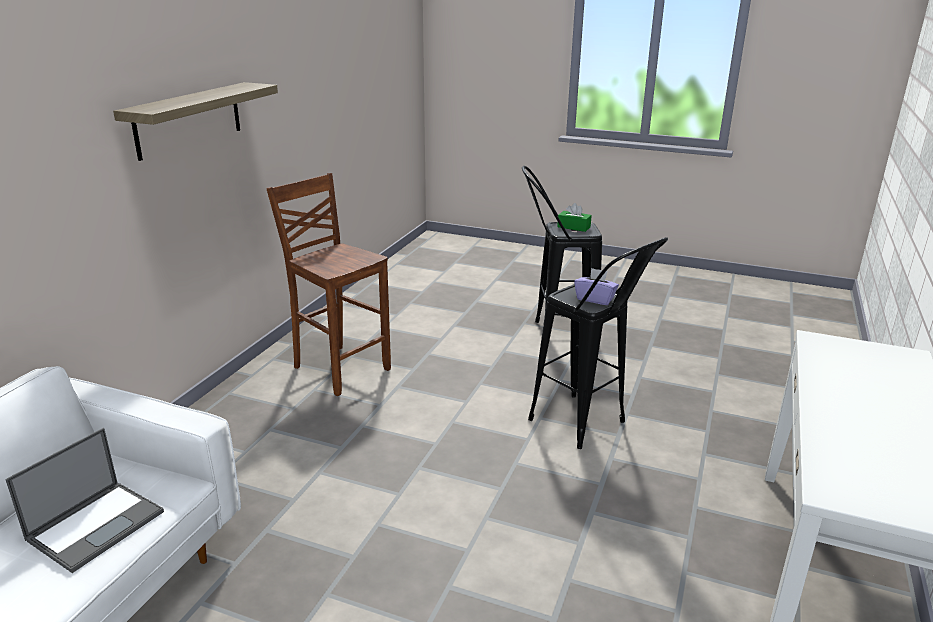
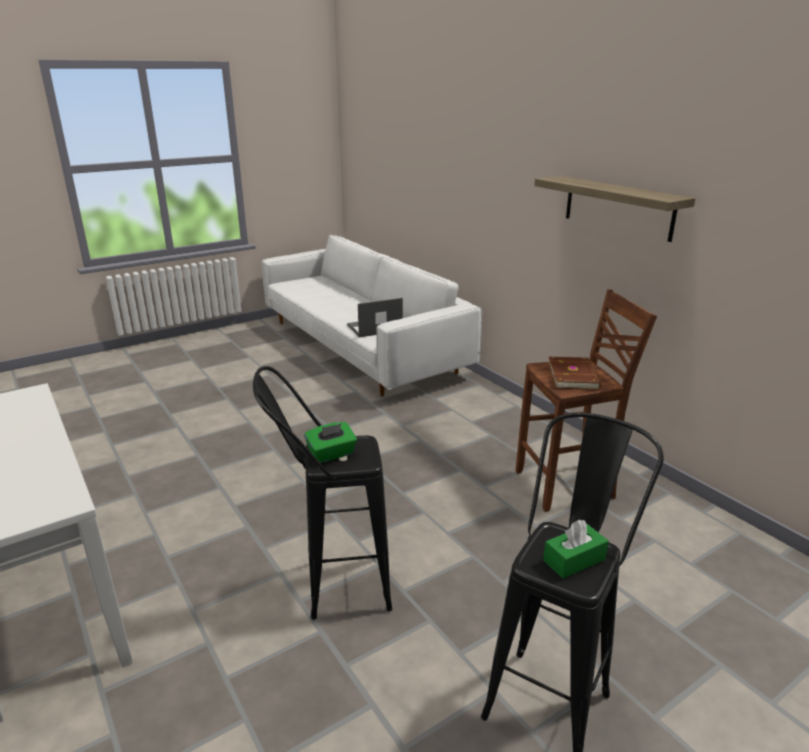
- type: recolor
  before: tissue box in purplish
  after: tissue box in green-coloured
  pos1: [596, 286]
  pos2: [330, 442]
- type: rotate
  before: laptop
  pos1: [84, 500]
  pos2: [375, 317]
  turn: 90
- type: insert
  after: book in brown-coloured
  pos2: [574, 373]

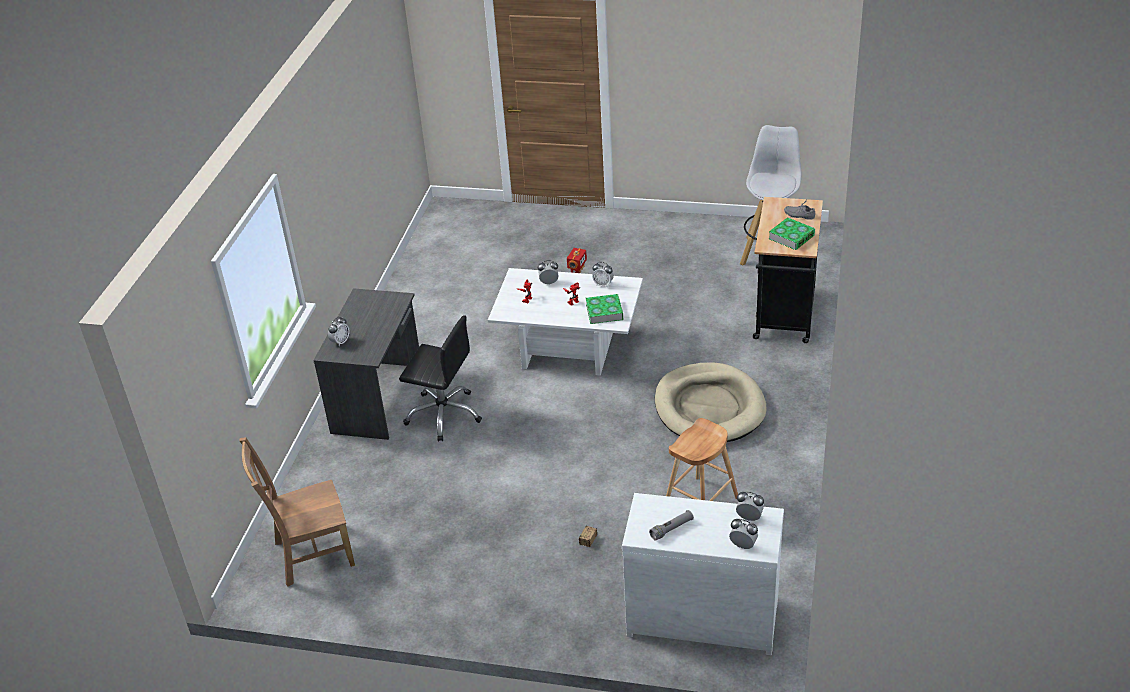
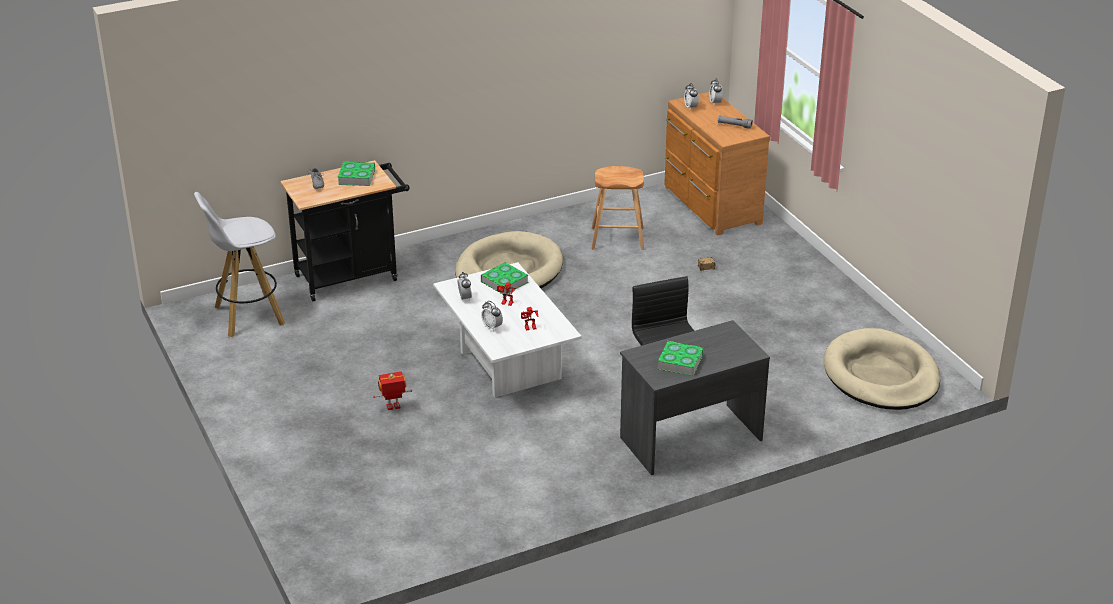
- type: insert
  after: book
  pos2: [680, 358]
- type: recolor
  before: dresser in white-coloured
  after: dresser in brown-coloured
  pos1: [703, 574]
  pos2: [717, 164]
- type: replace
  before: chair in brown-coloured
  after: dog bed in beige
  pos1: [297, 512]
  pos2: [882, 369]
- type: delete
  before: alarm clock
  pos1: [338, 332]

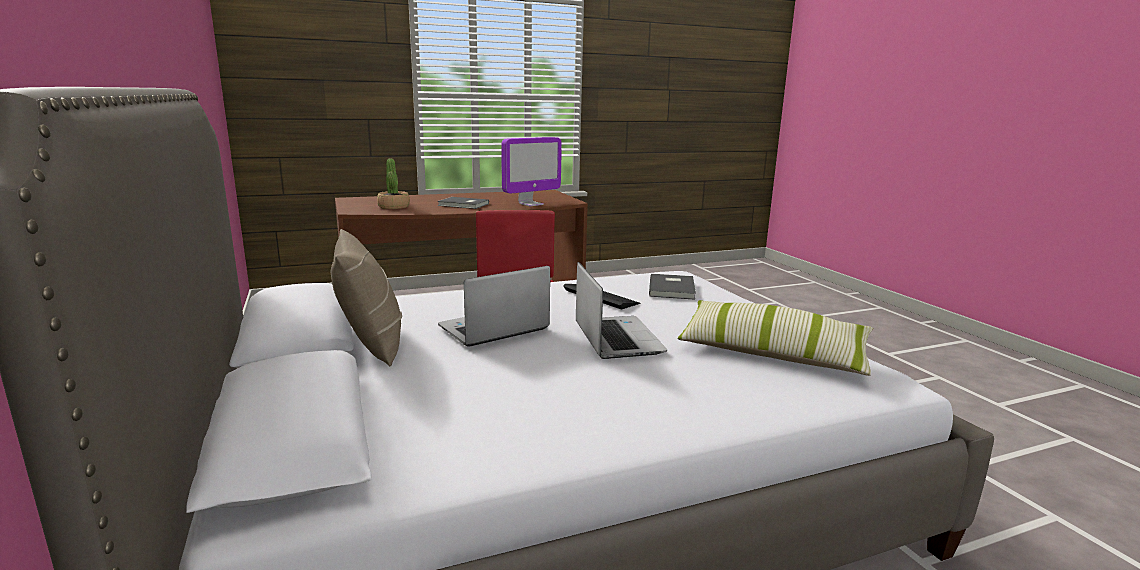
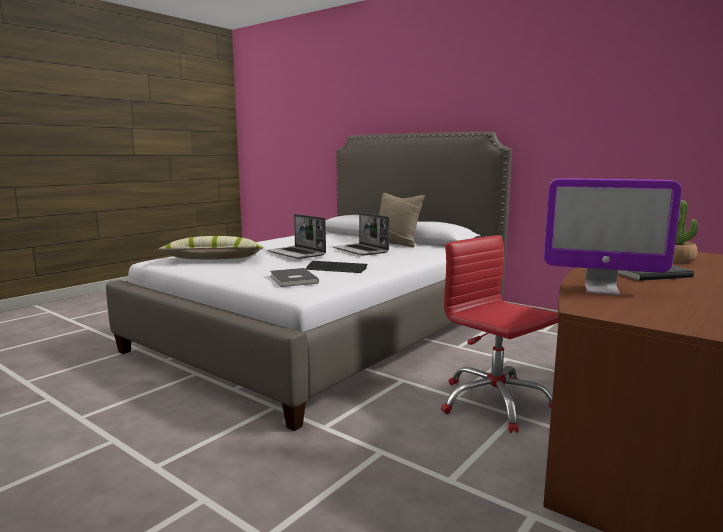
- type: rotate
  before: laptop
  pos1: [494, 306]
  pos2: [361, 234]
  turn: 120
- type: rotate
  before: monitor
  pos1: [531, 171]
  pos2: [613, 236]
  turn: -90

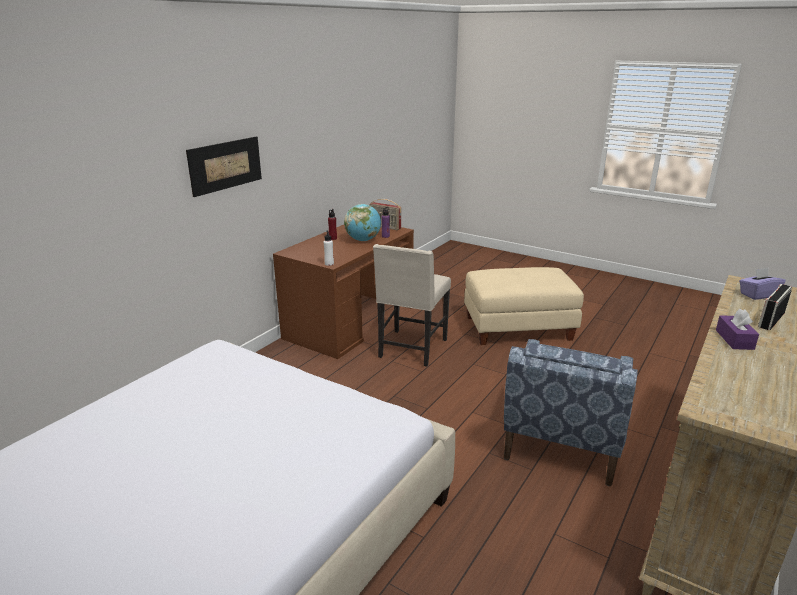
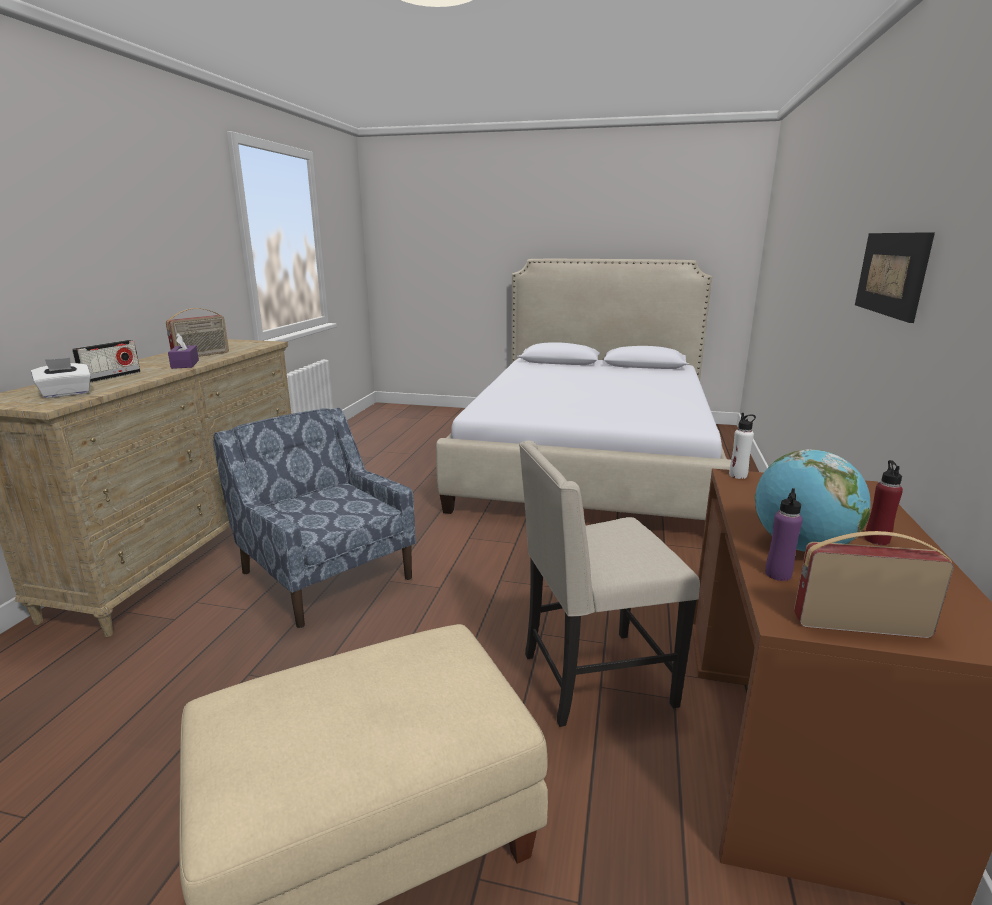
- type: recolor
  before: tissue box in purplish
  after: tissue box in white-coloured
  pos1: [762, 284]
  pos2: [61, 378]
- type: insert
  after: radio set
  pos2: [197, 332]
- type: rotate
  before: lounge chair in bluish
  pos1: [571, 412]
  pos2: [314, 518]
  turn: -45
- type: rotate
  before: chair in beige
  pos1: [412, 305]
  pos2: [609, 584]
  turn: -105

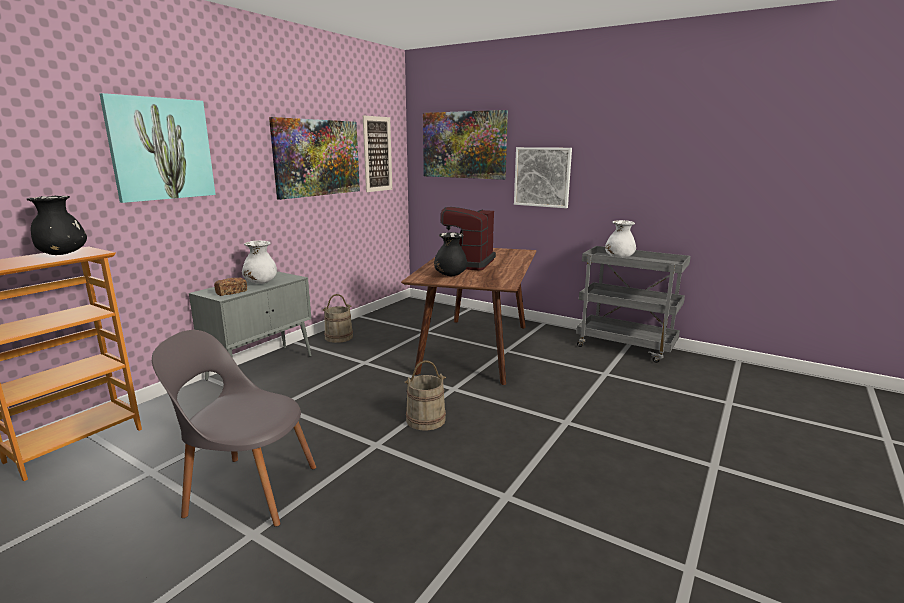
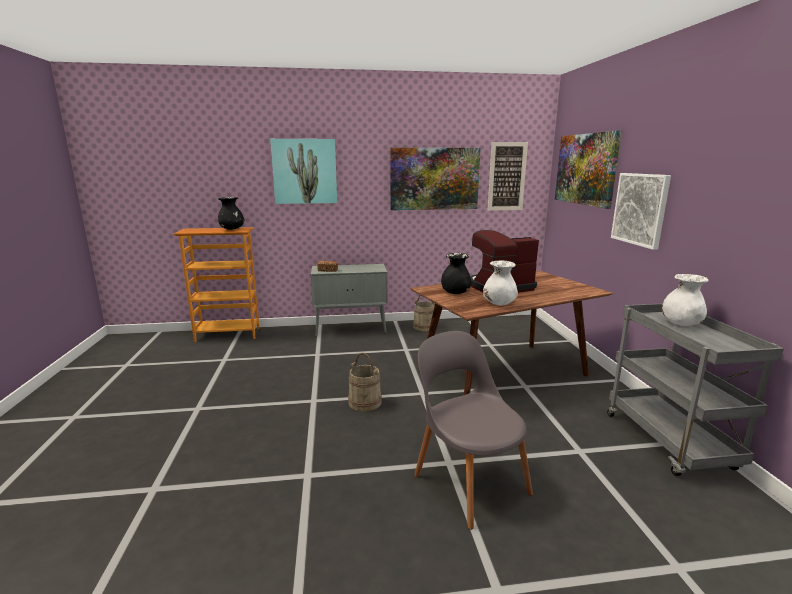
- type: move
  before: chair in greyish
  pos1: [234, 428]
  pos2: [473, 430]
- type: move
  before: vase in white-coloured
  pos1: [259, 262]
  pos2: [500, 282]

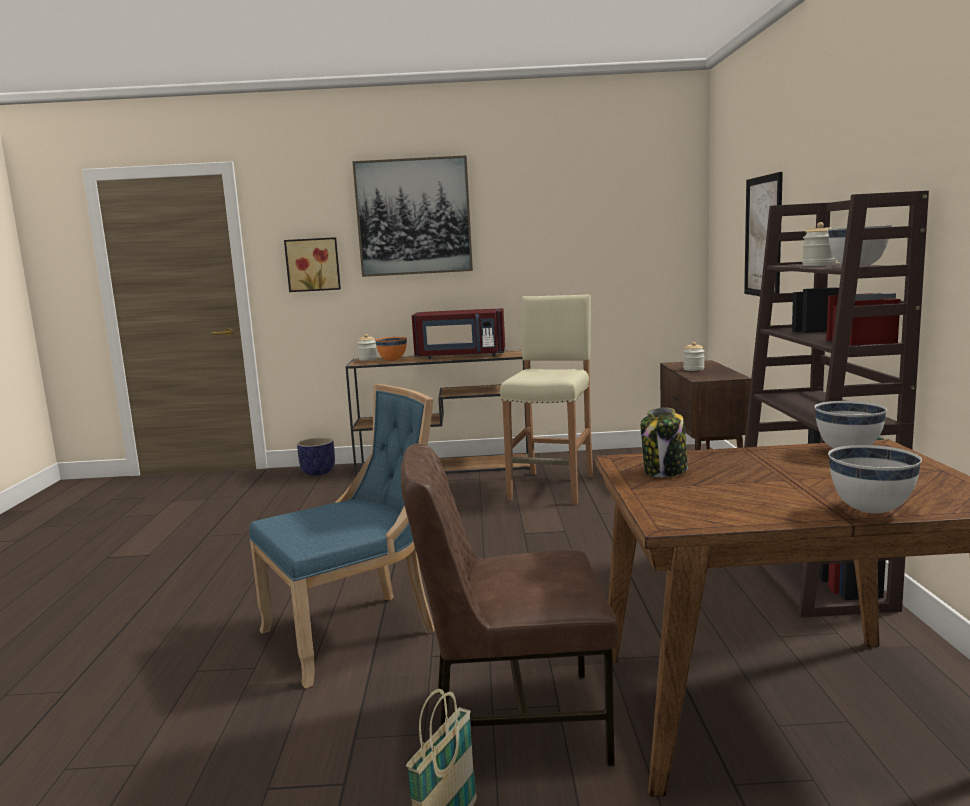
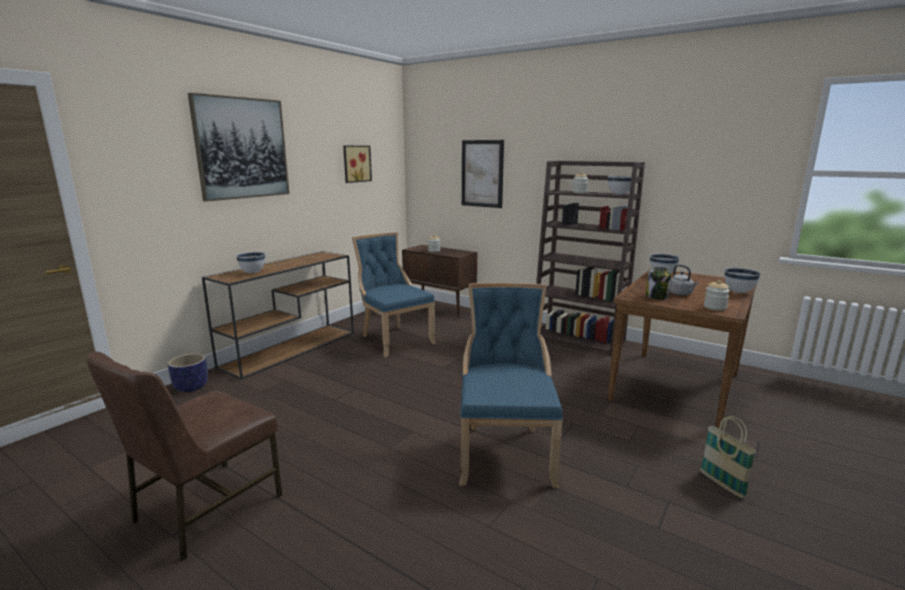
- type: move
  before: chair in brown-coloured
  pos1: [510, 605]
  pos2: [184, 456]
- type: recolor
  before: serving bowl in orangey
  after: serving bowl in white-coloured
  pos1: [391, 349]
  pos2: [250, 262]
- type: move
  before: wall picture
  pos1: [312, 264]
  pos2: [357, 164]
- type: replace
  before: stool in beige
  after: chair in bluish
  pos1: [546, 399]
  pos2: [394, 295]
- type: insert
  after: water kettle in greyish
  pos2: [683, 280]
- type: move
  before: storage jar
  pos1: [367, 347]
  pos2: [717, 295]
- type: delete
  before: microwave oven in reddish
  pos1: [458, 333]

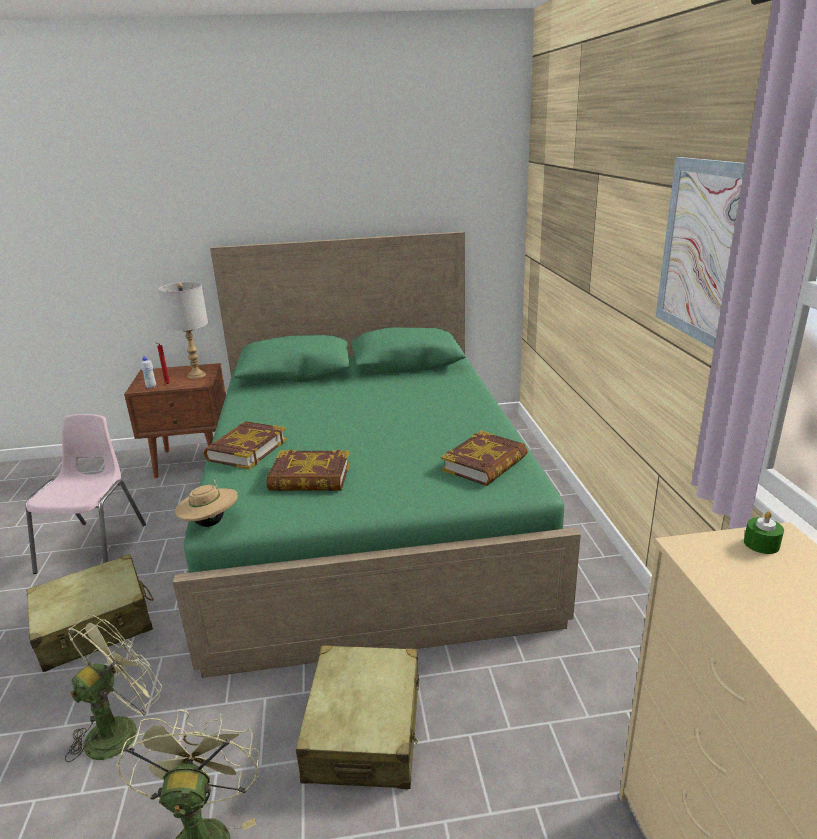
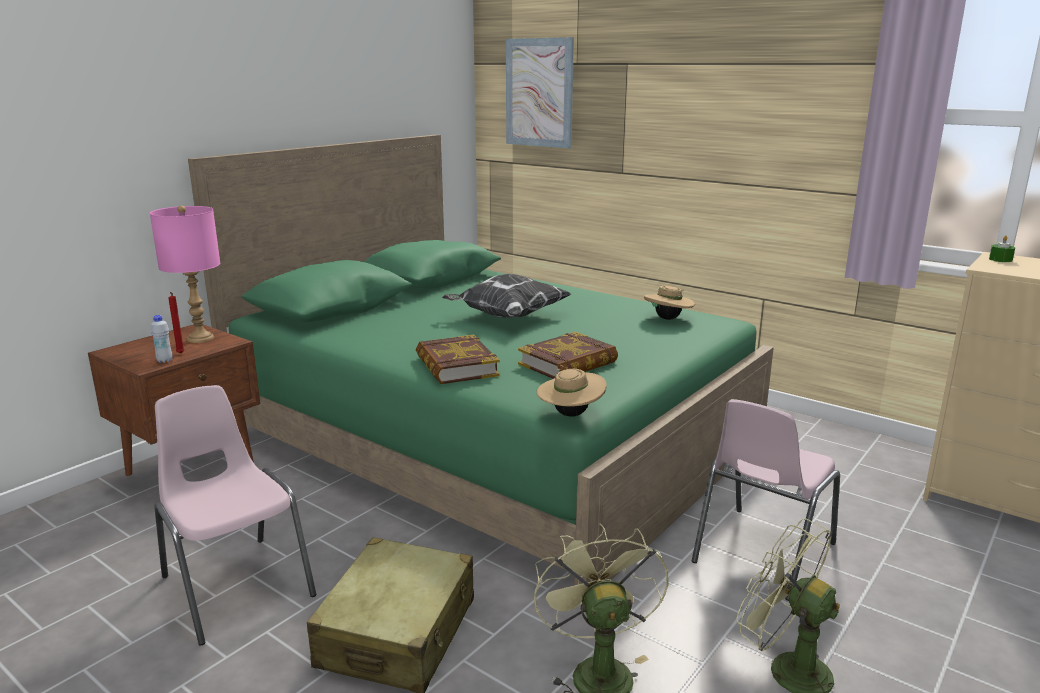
- type: recolor
  before: lamp for a table in greyish
  after: lamp for a table in pinkish
  pos1: [183, 330]
  pos2: [185, 274]
- type: insert
  after: pillow
  pos2: [506, 296]
- type: move
  before: wall picture
  pos1: [700, 253]
  pos2: [540, 93]
- type: replace
  before: book
  after: wearable hat in beige
  pos1: [484, 458]
  pos2: [669, 303]
- type: replace
  before: travel case in beige
  after: chair in pinkish
  pos1: [357, 717]
  pos2: [766, 500]

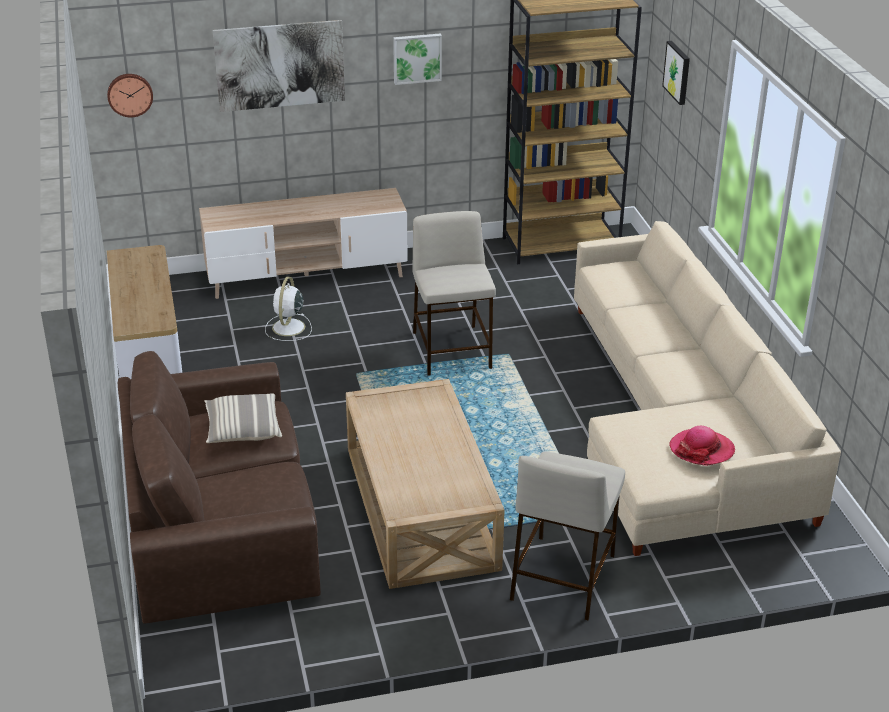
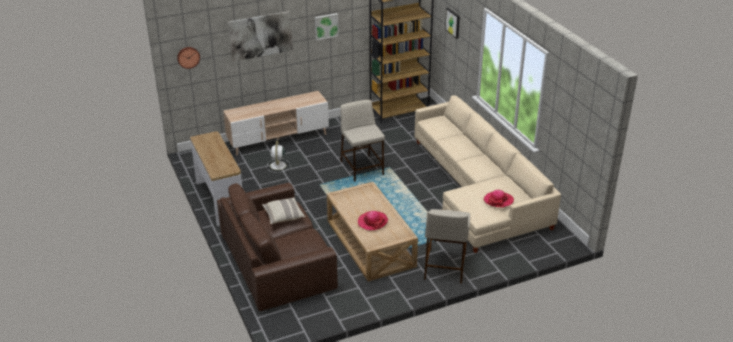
- type: insert
  after: wearable hat
  pos2: [373, 221]

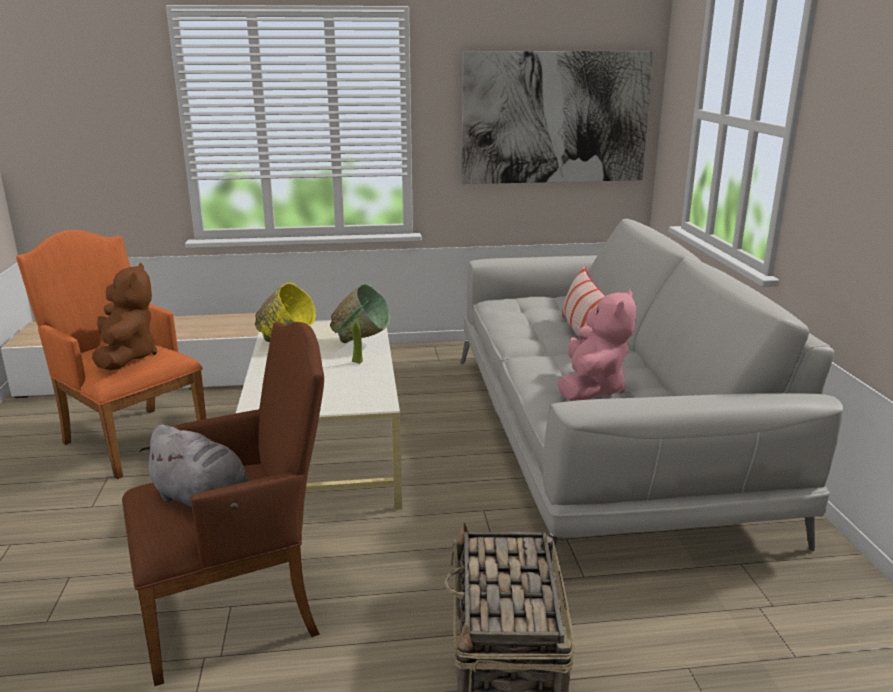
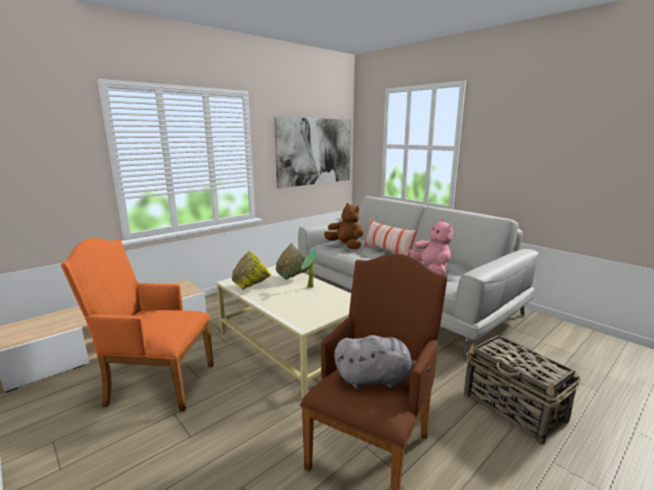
- type: move
  before: soft toy in brown-coloured
  pos1: [124, 316]
  pos2: [344, 226]

